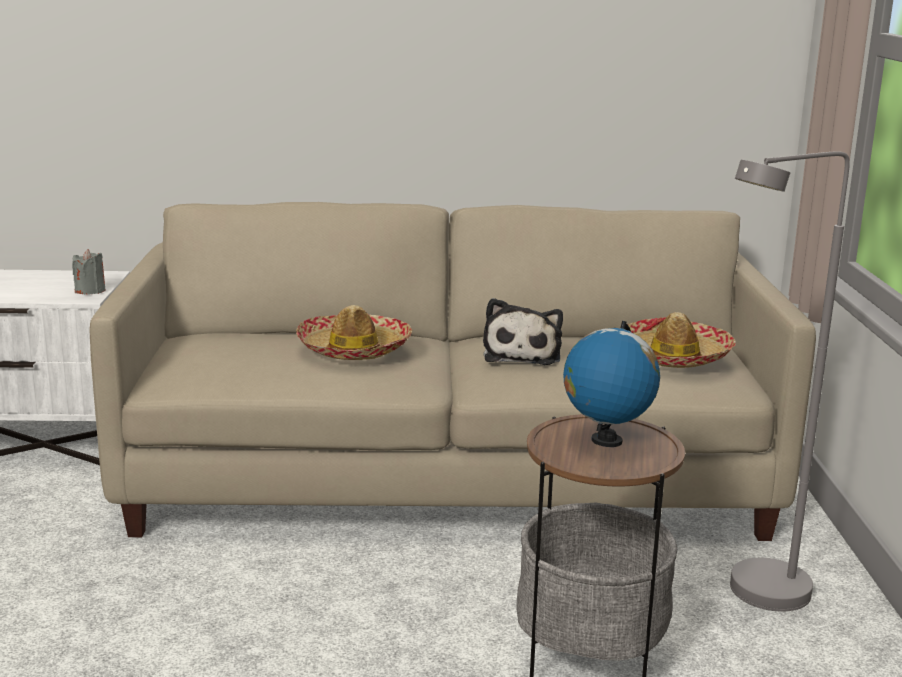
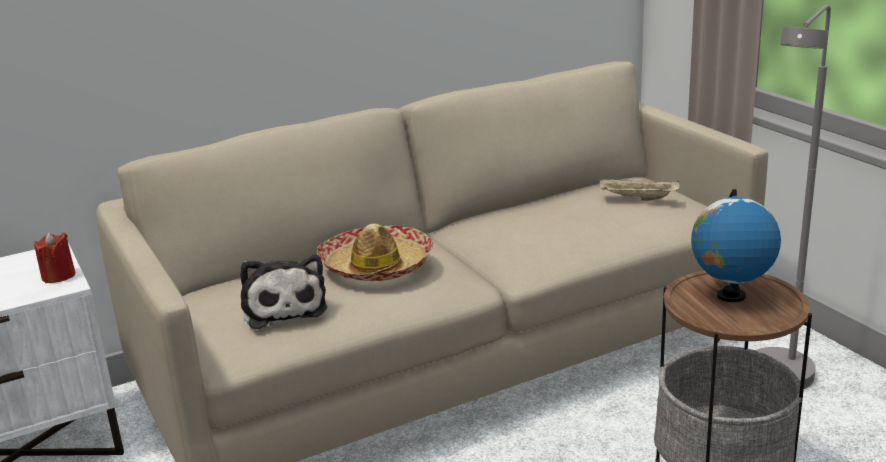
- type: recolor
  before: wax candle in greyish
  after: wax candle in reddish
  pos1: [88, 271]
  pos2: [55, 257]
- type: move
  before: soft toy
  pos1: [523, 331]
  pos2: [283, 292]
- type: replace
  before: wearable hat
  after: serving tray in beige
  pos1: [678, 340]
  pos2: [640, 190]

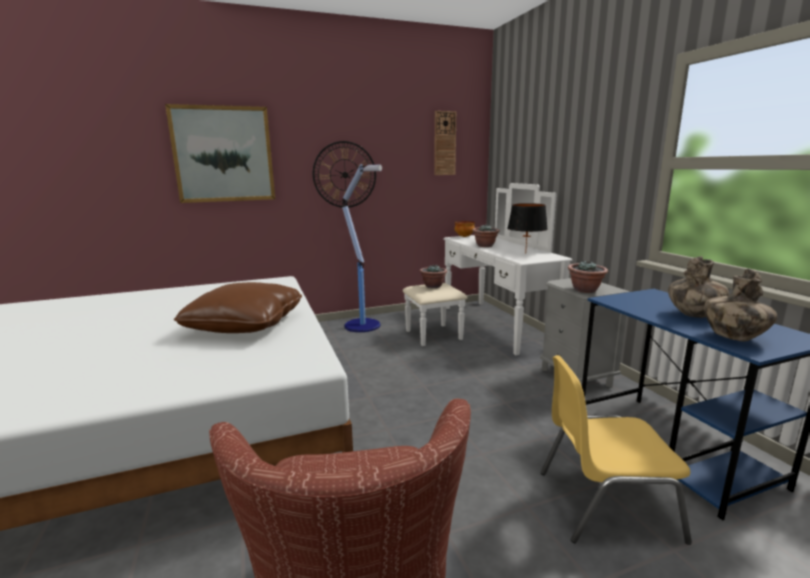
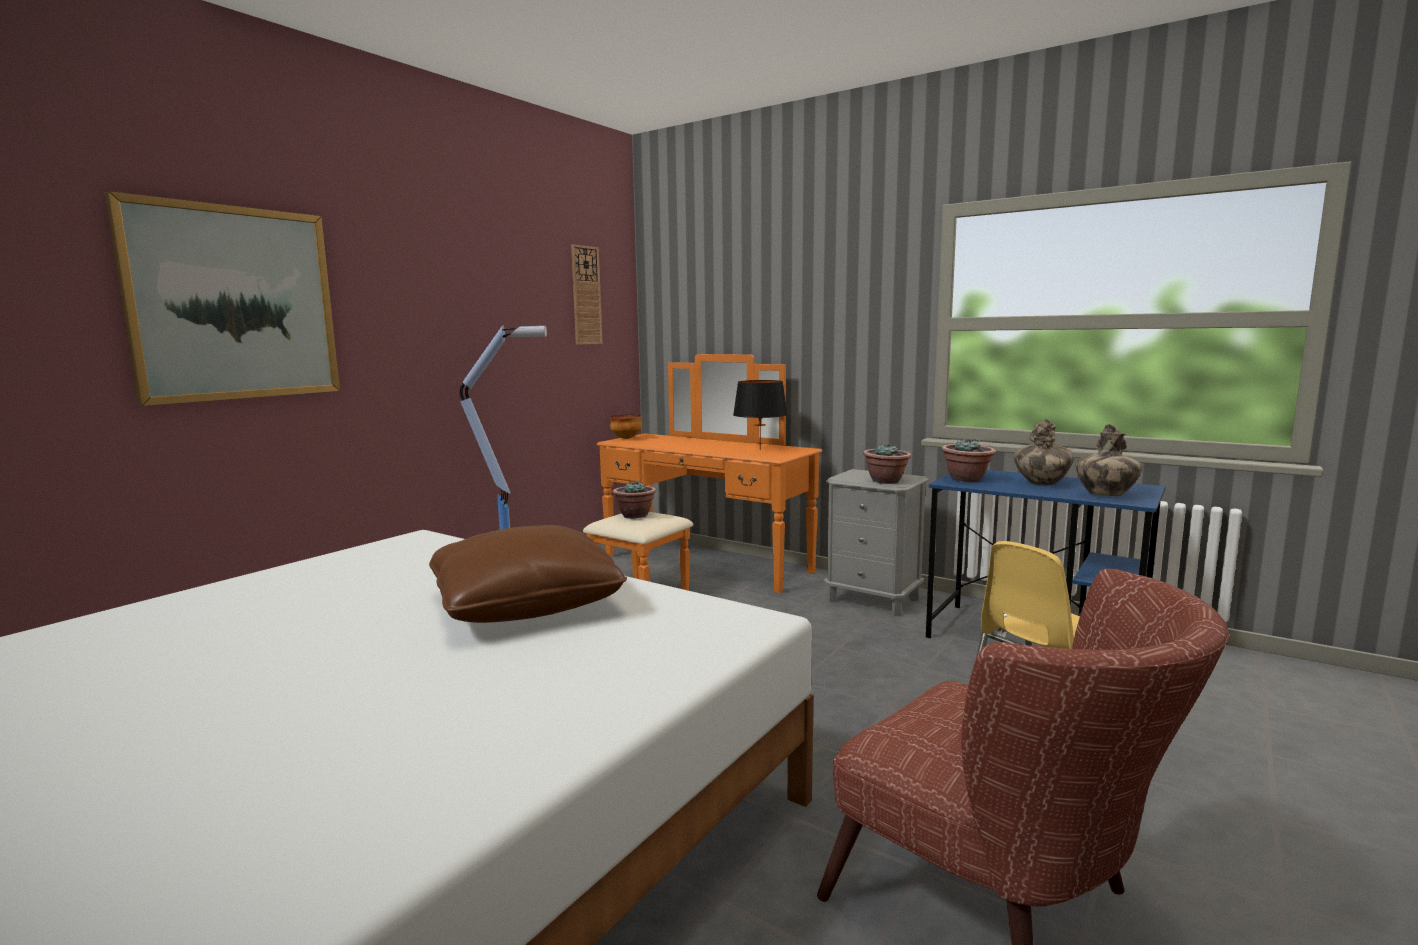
- type: recolor
  before: dresser in white-coloured
  after: dresser in orangey
  pos1: [487, 269]
  pos2: [702, 473]
- type: move
  before: potted plant
  pos1: [486, 235]
  pos2: [968, 460]
- type: delete
  before: wall clock
  pos1: [344, 174]

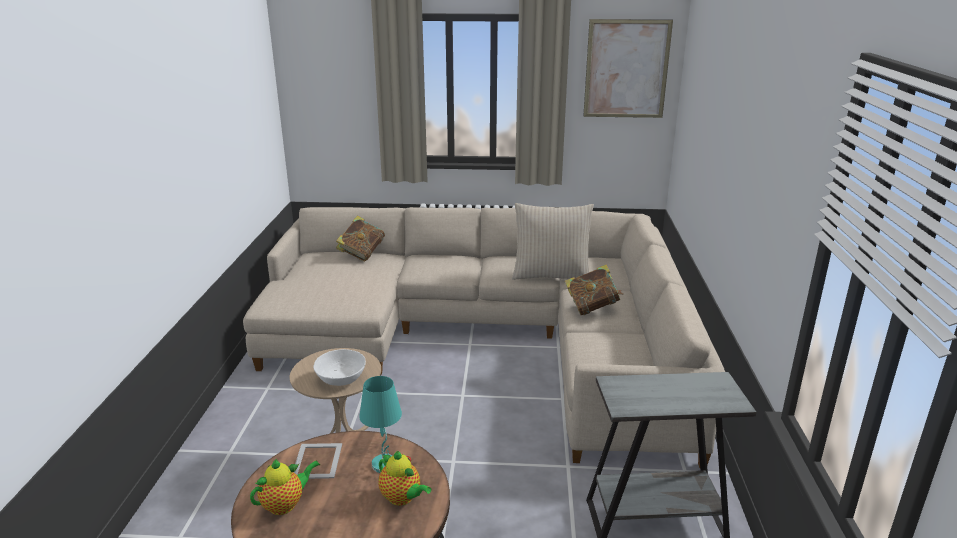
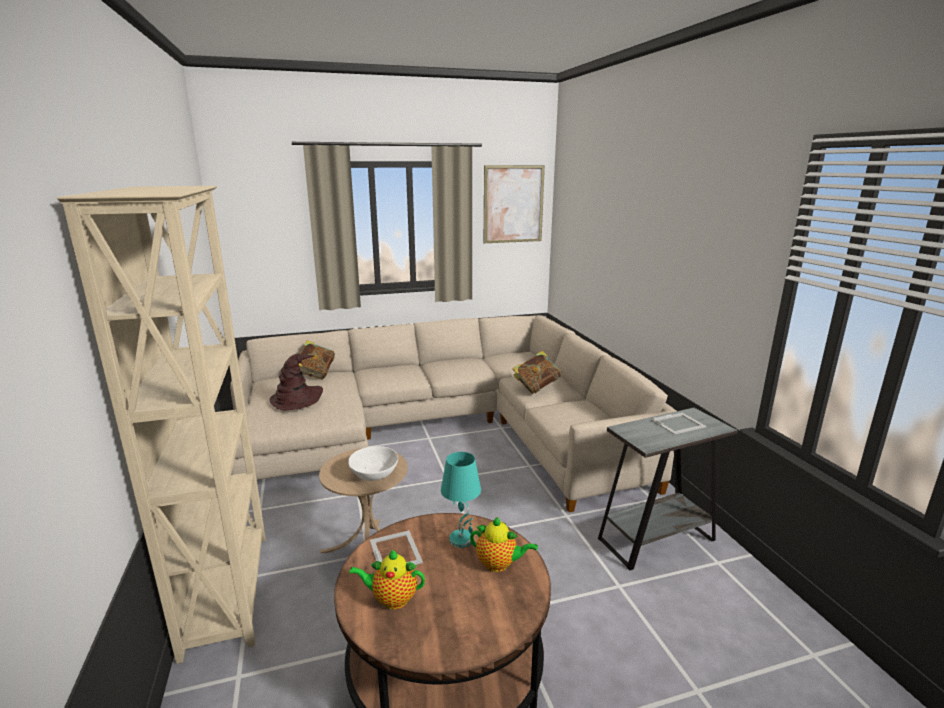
- type: insert
  after: shelving unit in beige
  pos2: [161, 425]
- type: insert
  after: wearable hat in brown-coloured
  pos2: [296, 382]
- type: rotate
  before: pot for tea
  pos1: [285, 487]
  pos2: [387, 579]
  turn: -120
- type: insert
  after: photo frame
  pos2: [679, 424]
- type: delete
  before: pillow in beige
  pos1: [553, 241]

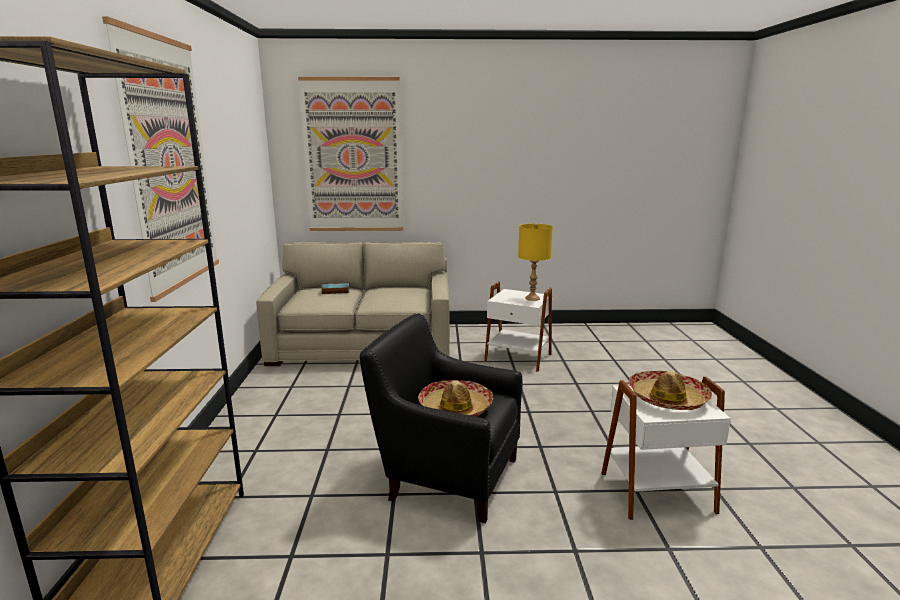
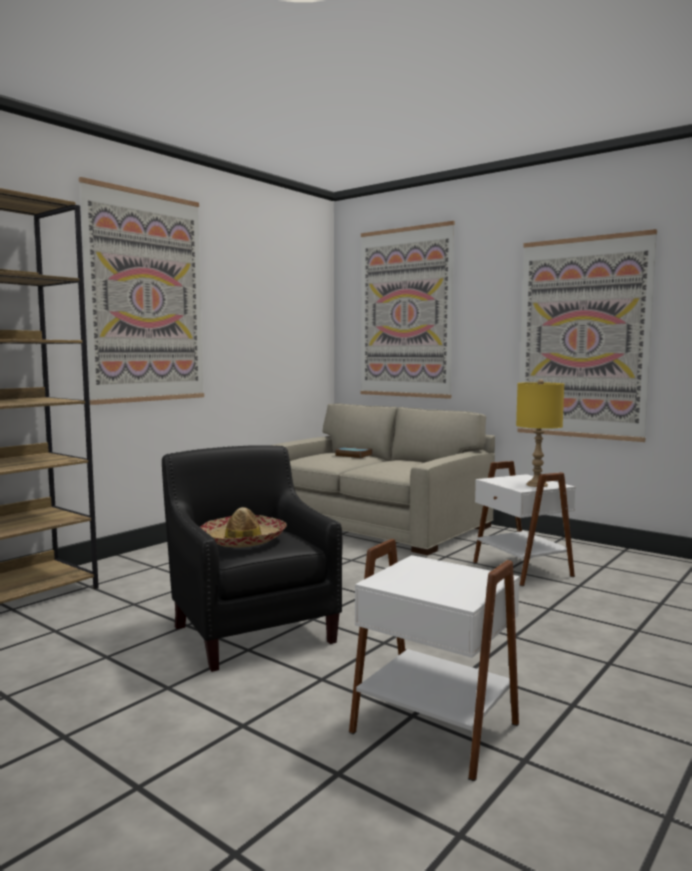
- type: insert
  after: wall picture
  pos2: [587, 335]
- type: delete
  before: wearable hat
  pos1: [670, 390]

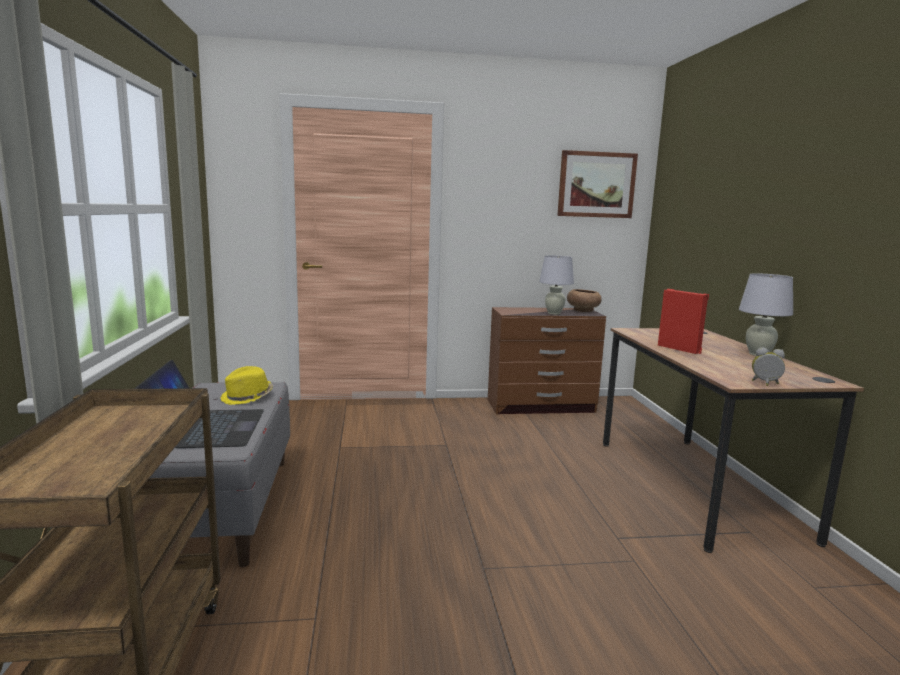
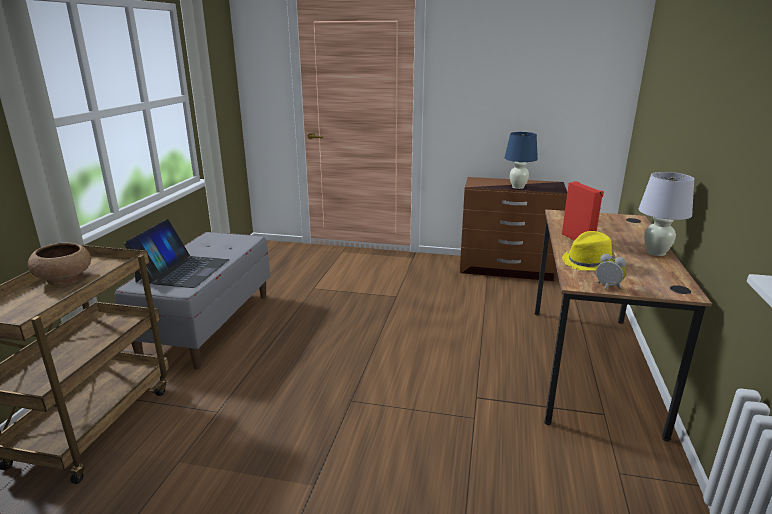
- type: move
  before: serving bowl in brown-coloured
  pos1: [584, 300]
  pos2: [59, 264]
- type: recolor
  before: lamp for a table in white-coloured
  after: lamp for a table in bluish
  pos1: [556, 285]
  pos2: [521, 160]
- type: move
  before: wearable hat in yellowish
  pos1: [246, 385]
  pos2: [589, 251]
- type: delete
  before: wall picture
  pos1: [597, 184]

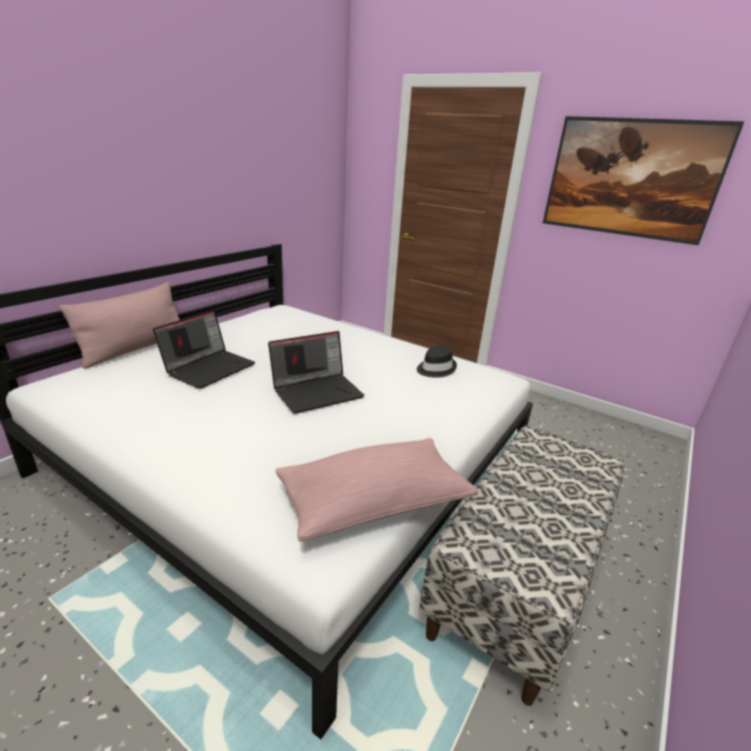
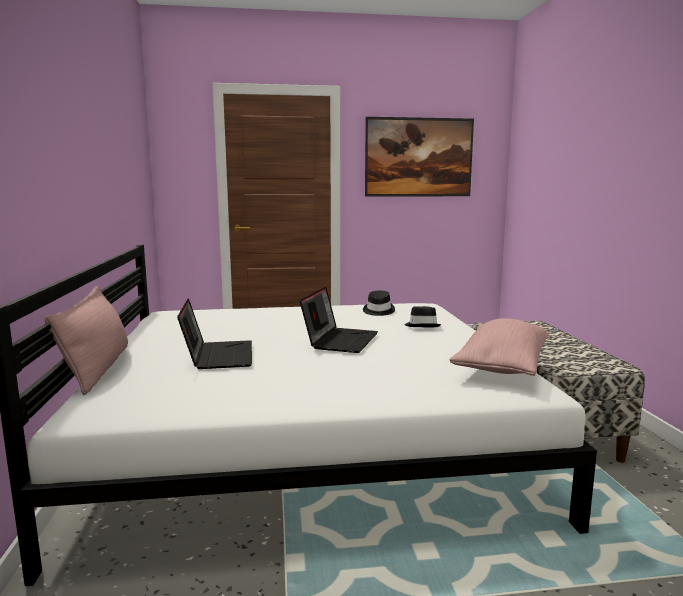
- type: insert
  after: wearable hat in black-coloured
  pos2: [423, 316]

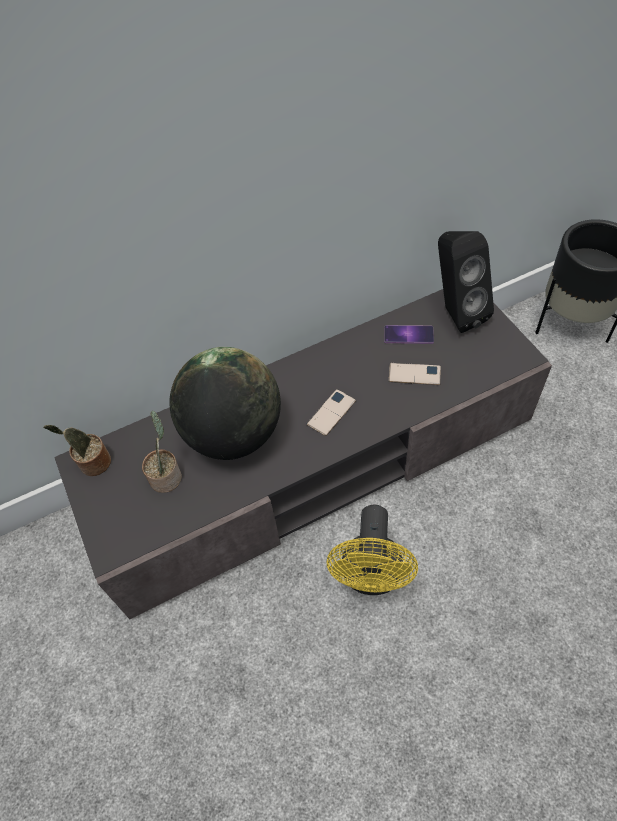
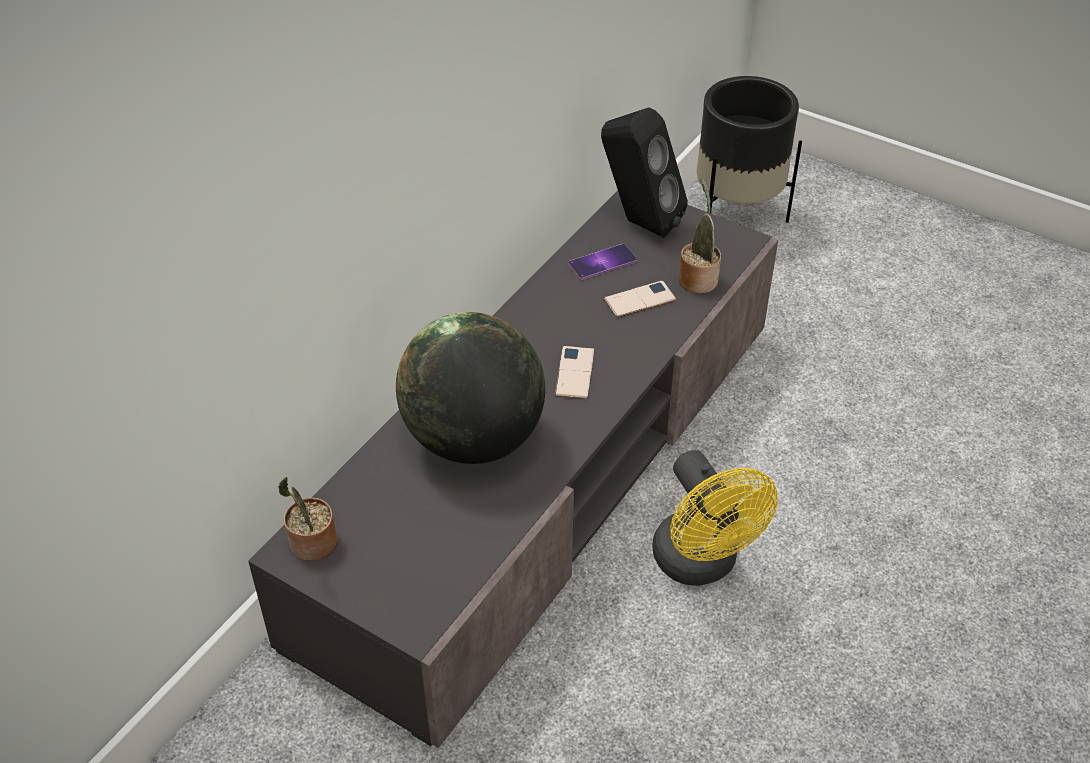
- type: move
  before: potted plant
  pos1: [162, 452]
  pos2: [700, 236]

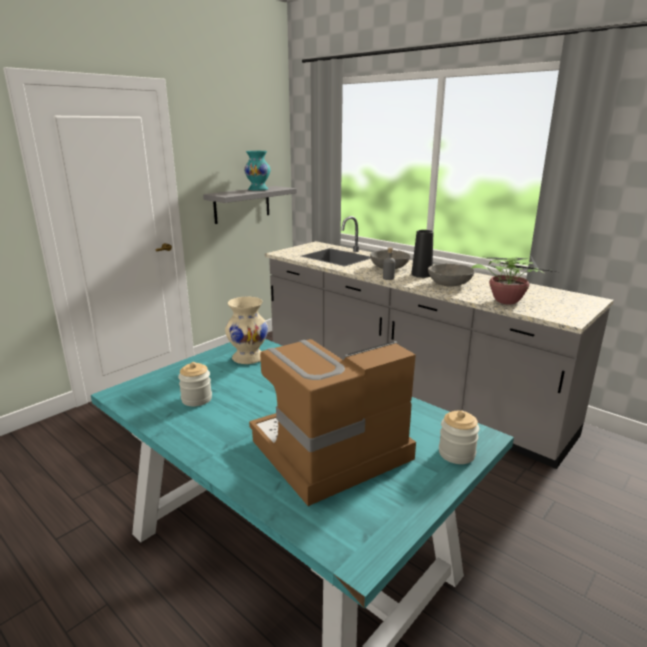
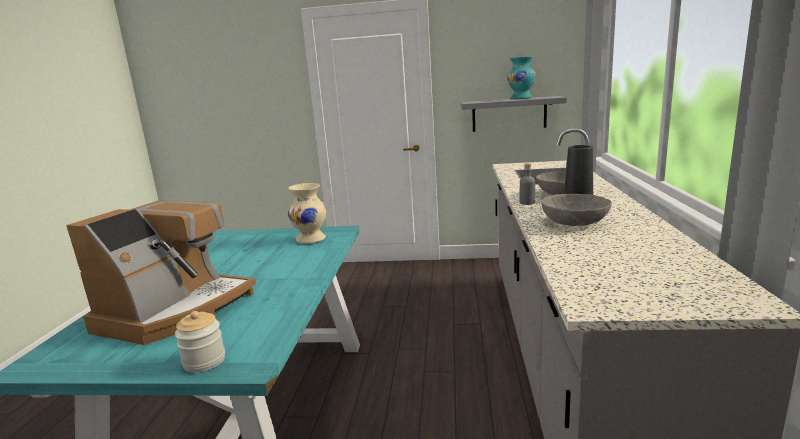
- type: rotate
  before: coffee maker
  pos1: [332, 422]
  pos2: [161, 272]
  turn: 90
- type: delete
  before: storage jar
  pos1: [195, 384]
- type: delete
  before: potted plant
  pos1: [513, 280]

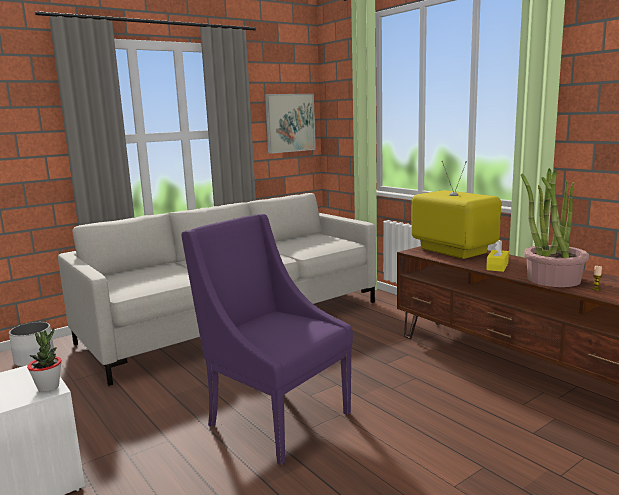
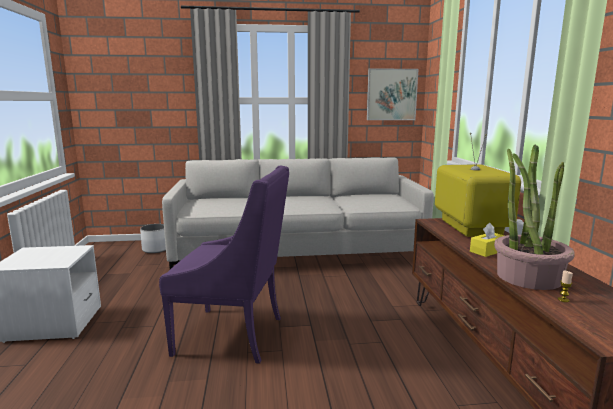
- type: rotate
  before: lounge chair in purplish
  pos1: [267, 339]
  pos2: [224, 265]
  turn: 120
- type: delete
  before: potted plant
  pos1: [44, 359]

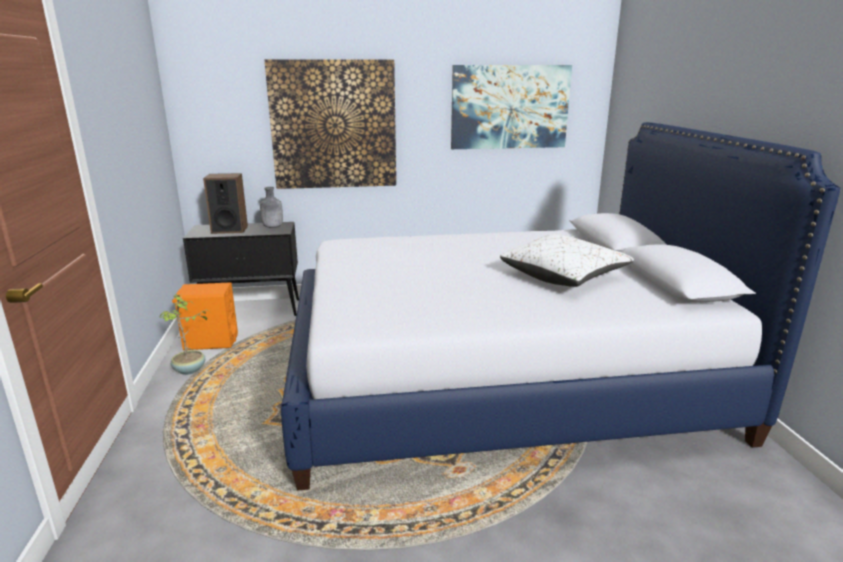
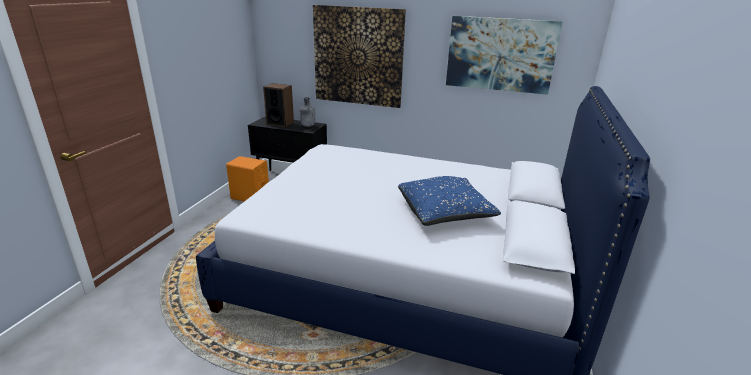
- type: recolor
  before: pillow in white-coloured
  after: pillow in bluish
  pos1: [567, 260]
  pos2: [449, 201]
- type: delete
  before: potted plant
  pos1: [185, 334]

